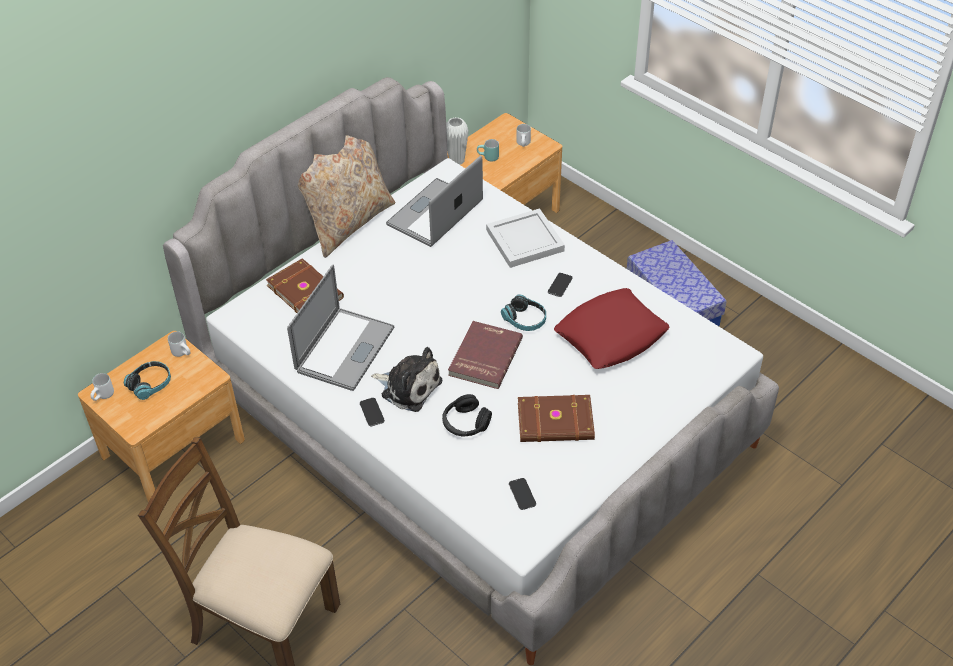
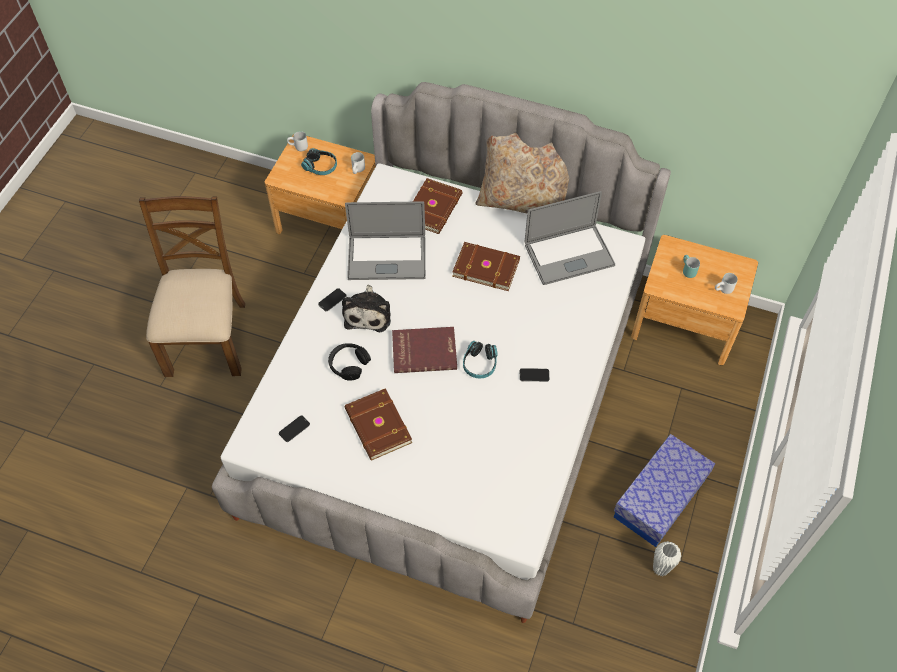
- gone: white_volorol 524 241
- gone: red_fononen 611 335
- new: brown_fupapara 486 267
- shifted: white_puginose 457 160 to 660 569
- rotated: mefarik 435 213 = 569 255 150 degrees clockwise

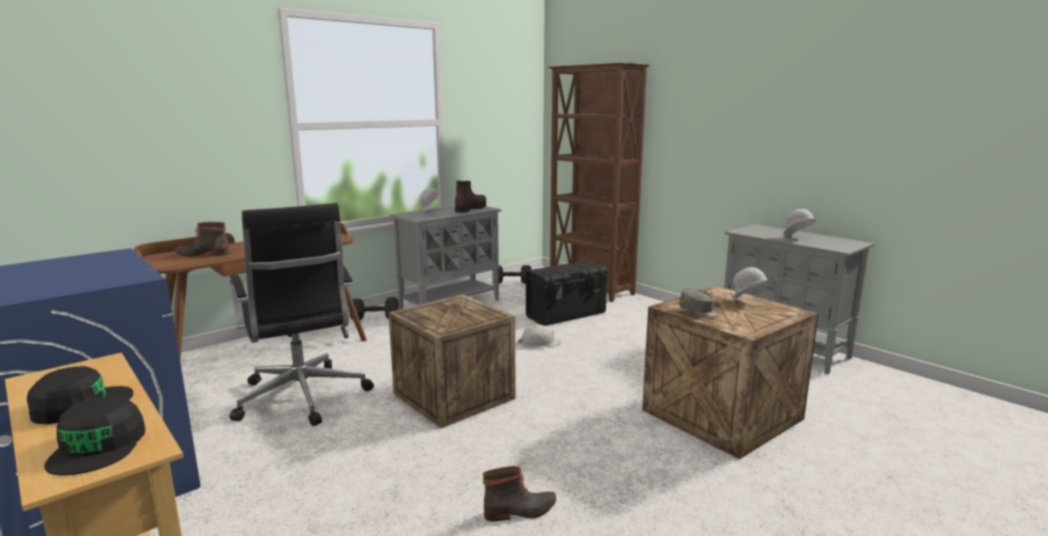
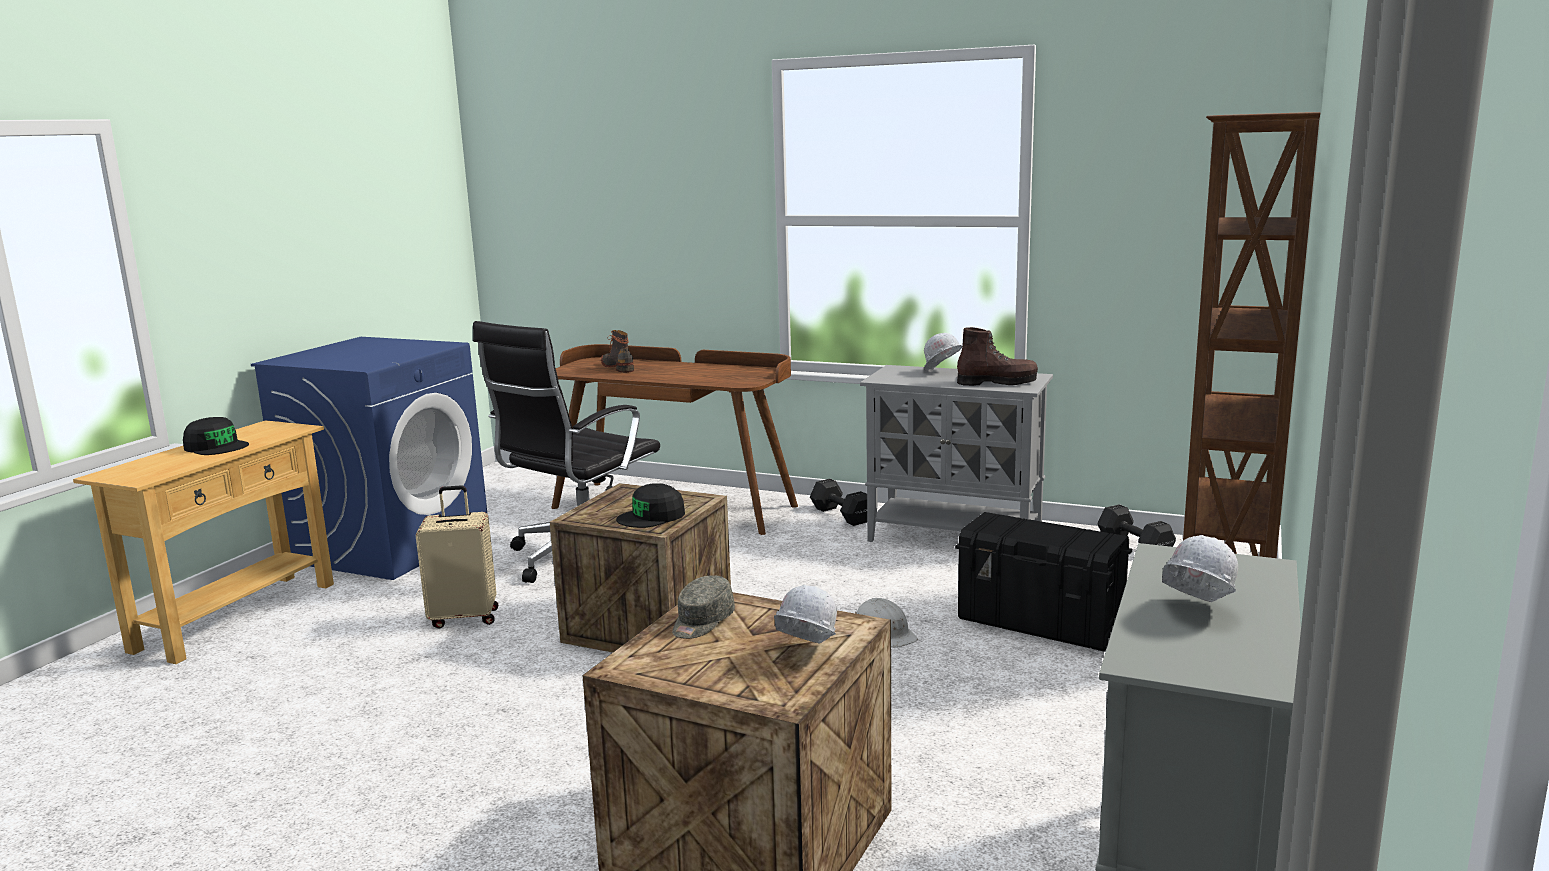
- gone: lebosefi 520 511
- new: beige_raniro 464 617
- shifted: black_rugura 99 446 to 652 516

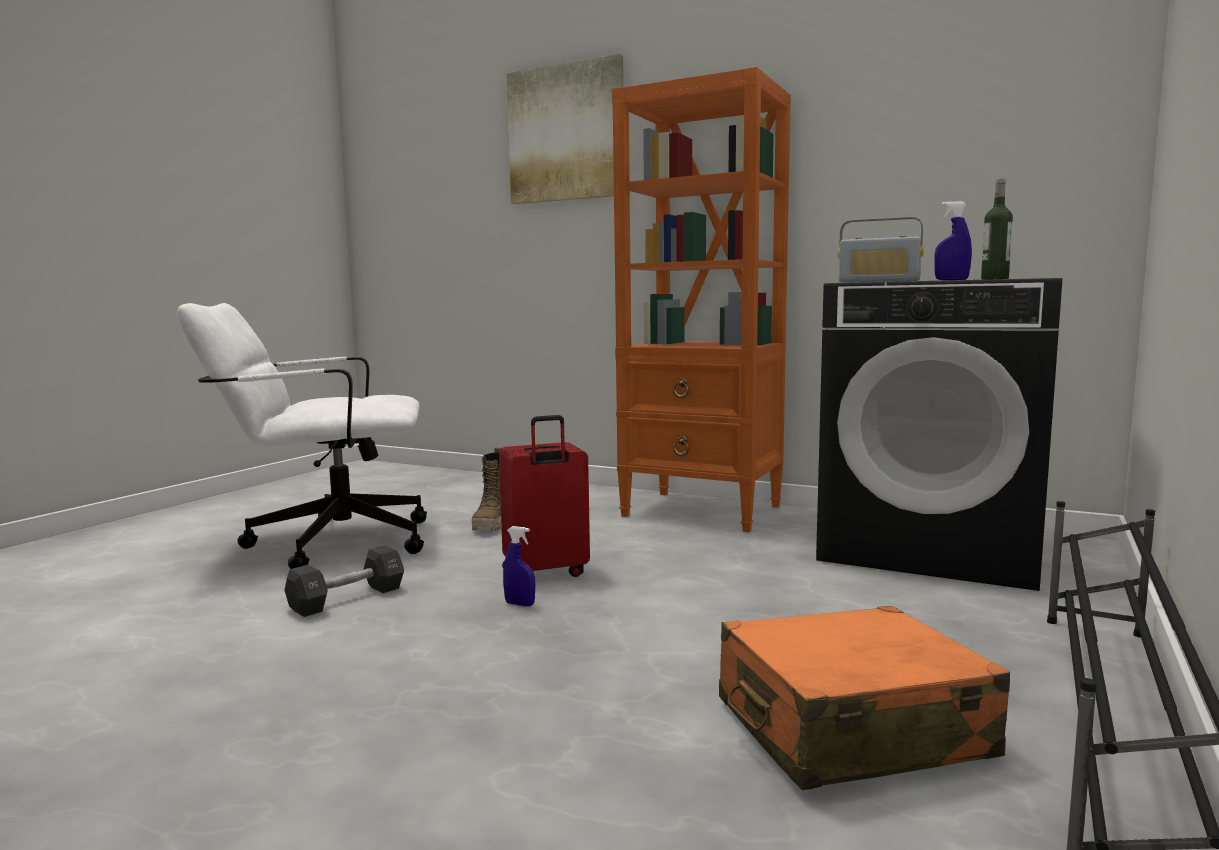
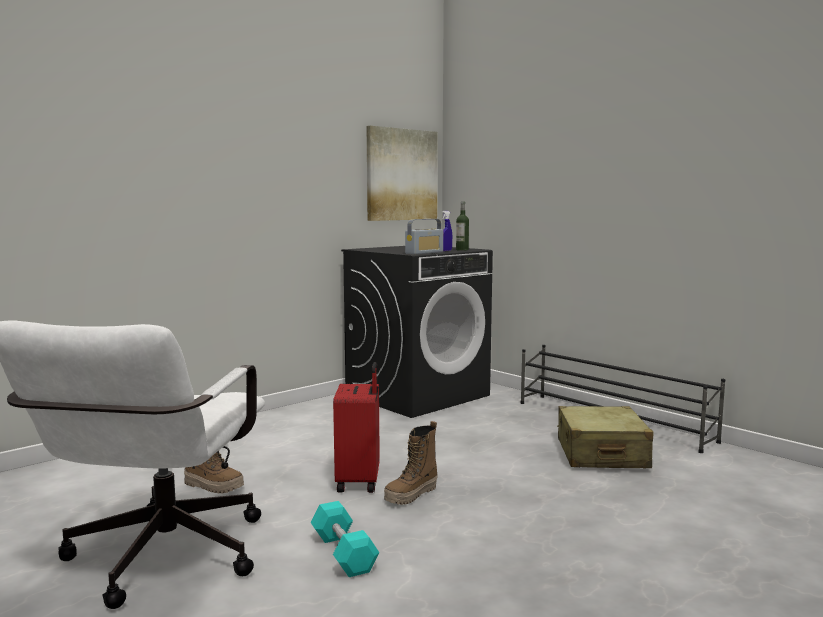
- gone: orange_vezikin 703 511
- shifted: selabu 566 133 to 401 175
- swapped: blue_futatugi 519 604 to lebosefi 411 495
- repainted: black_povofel 347 599 to turquoise_povofel 343 553
- repainted: orange_raniro 850 729 to beige_raniro 601 454

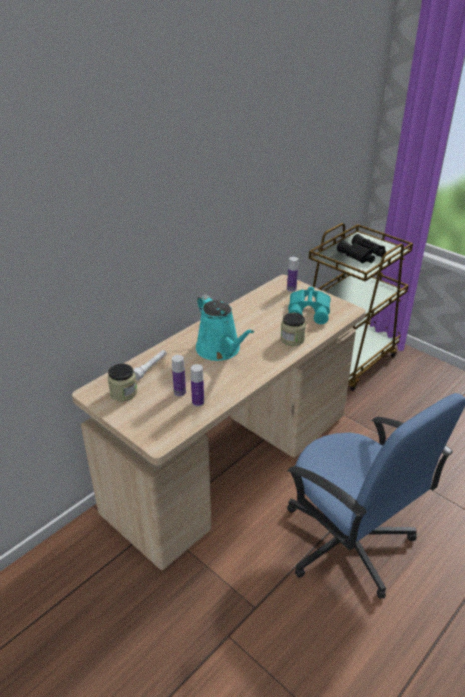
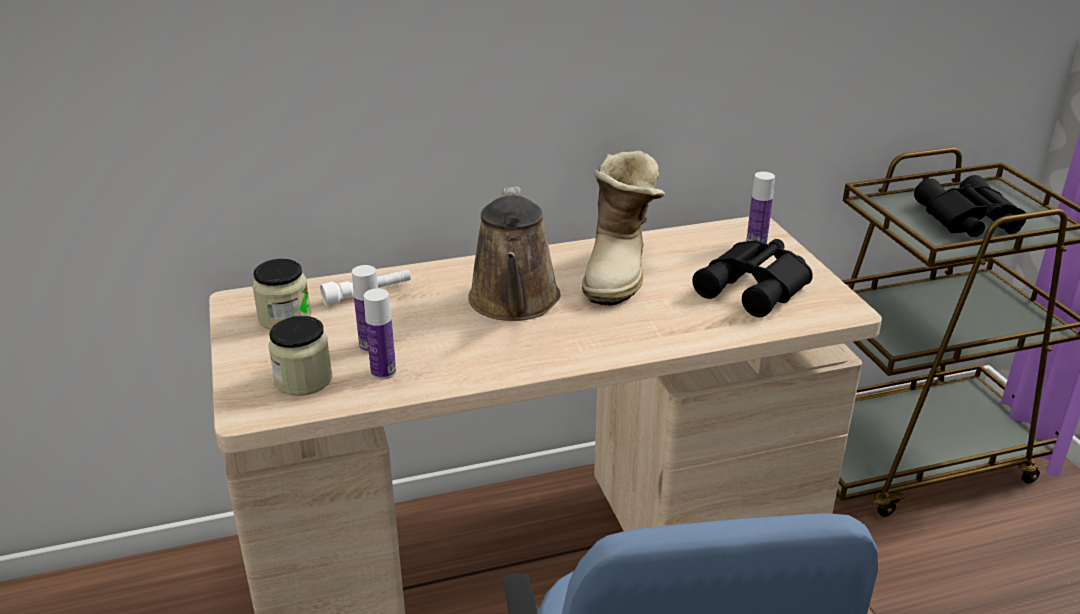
- new: lebosefi 620 272
- shifted: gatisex 292 339 to 303 380
- repainted: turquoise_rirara 220 350 to brown_rirara 514 303
- repainted: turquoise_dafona 310 310 to black_dafona 756 287

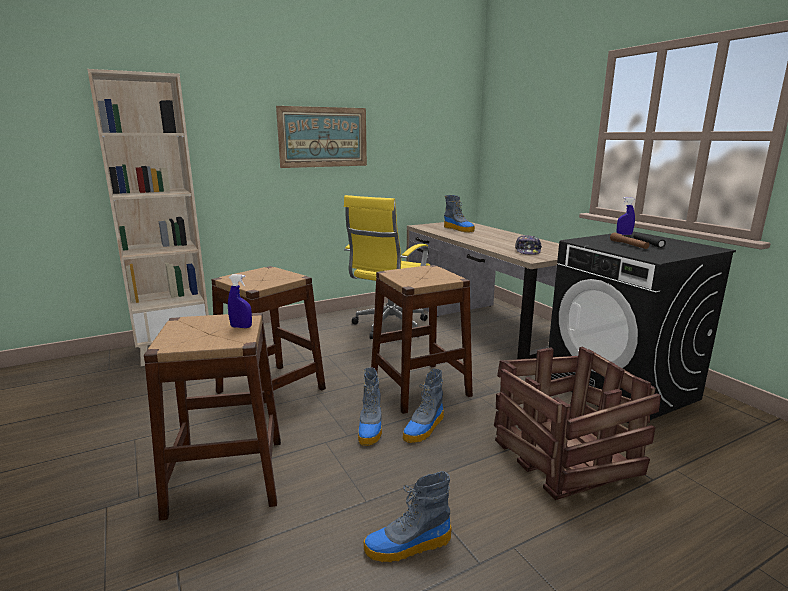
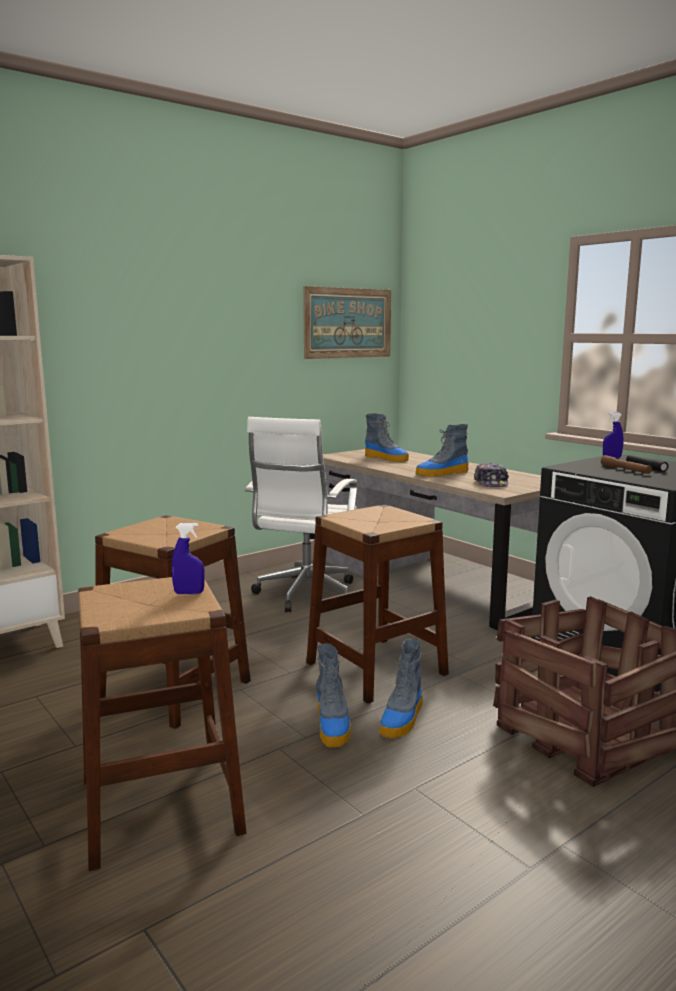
- shifted: selabu 323 137 to 348 323
- shifted: lebosefi 407 546 to 442 473
- repainted: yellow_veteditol 388 327 to white_veteditol 304 595

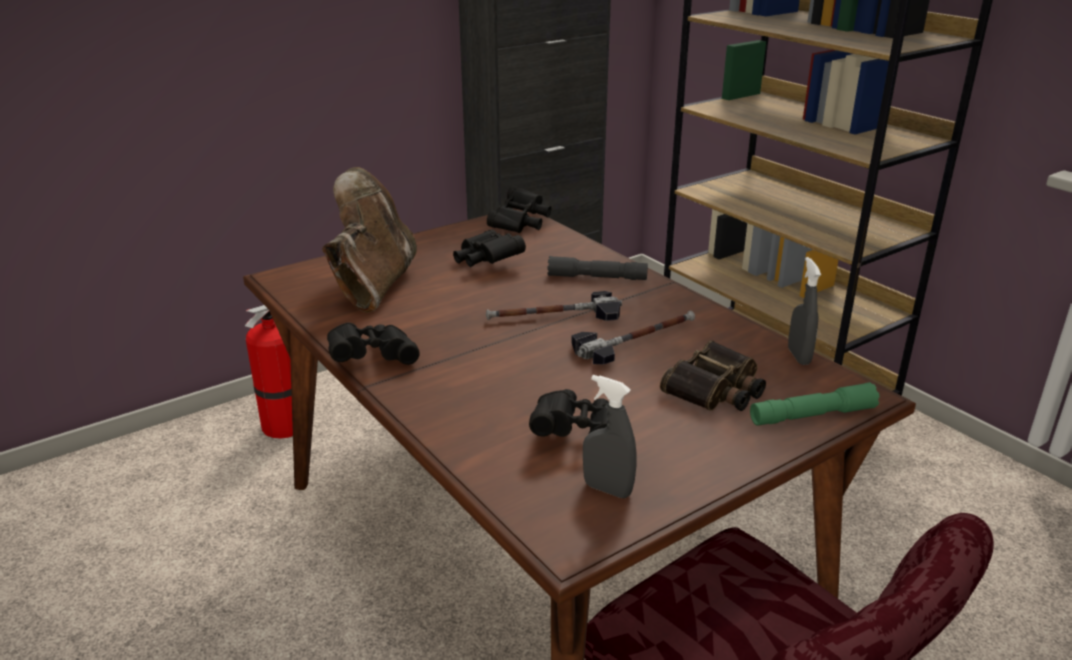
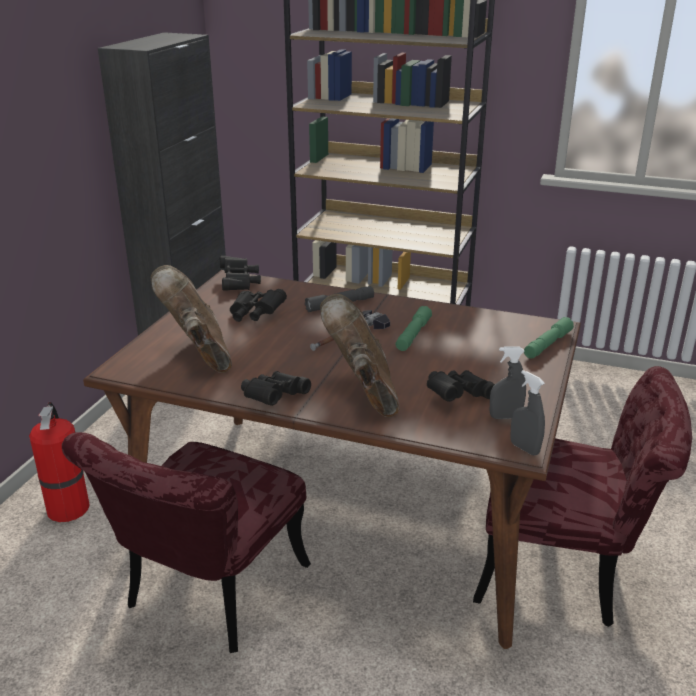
- gone: dafona 716 389
- new: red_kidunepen 207 598
- new: brown_lebosefi 363 392
- shifted: grey_futatugi 798 356 to 524 448
- swapped: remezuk 636 340 to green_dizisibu 413 335

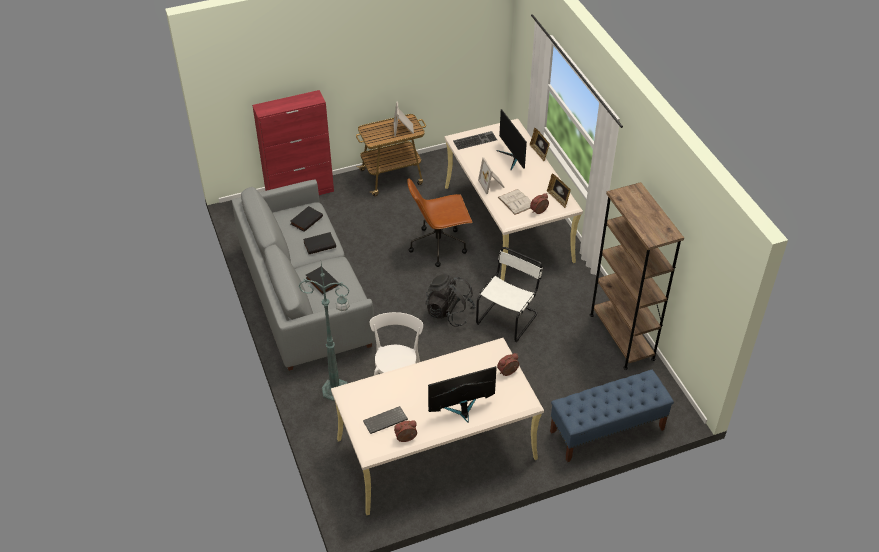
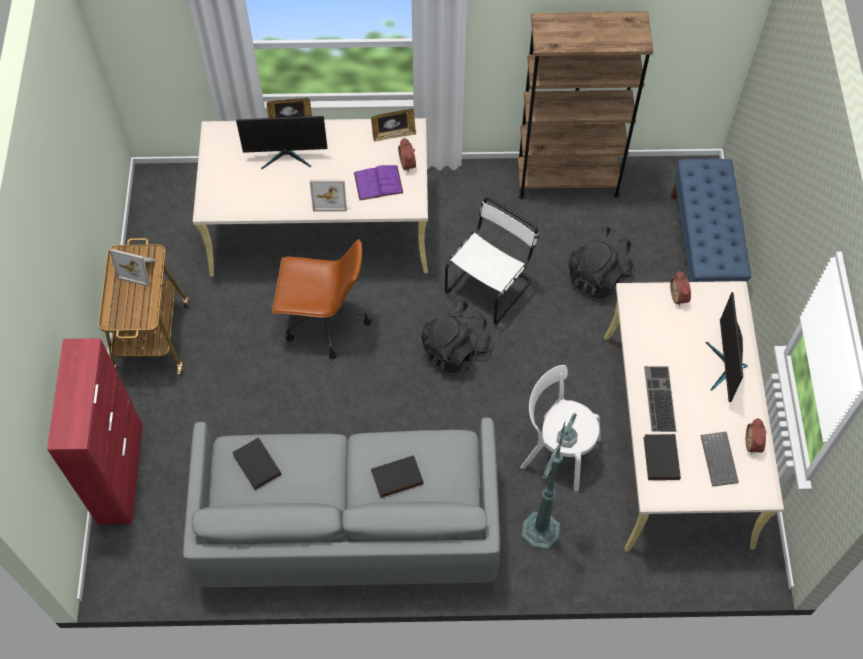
- new: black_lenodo 598 276
- shifted: black_fupapara 319 244 to 660 458
- shifted: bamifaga 475 140 to 658 398
- repainted: white_fupapara 516 202 to purple_fupapara 378 183
- rotated: brown_veteditol 439 245 = 324 321 90 degrees counterclockwise
- rotated: white_kidunepen 508 317 = 490 286 75 degrees clockwise

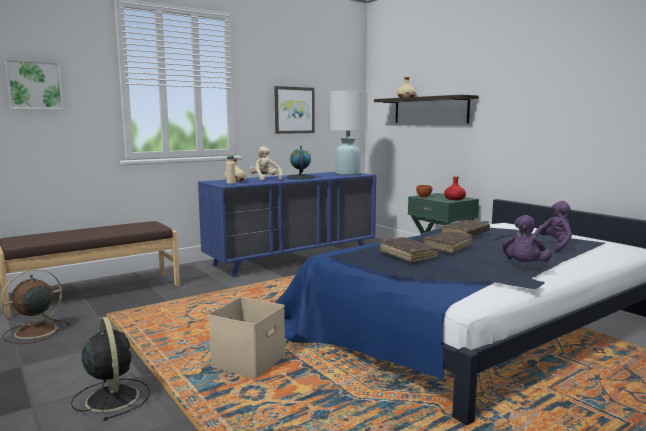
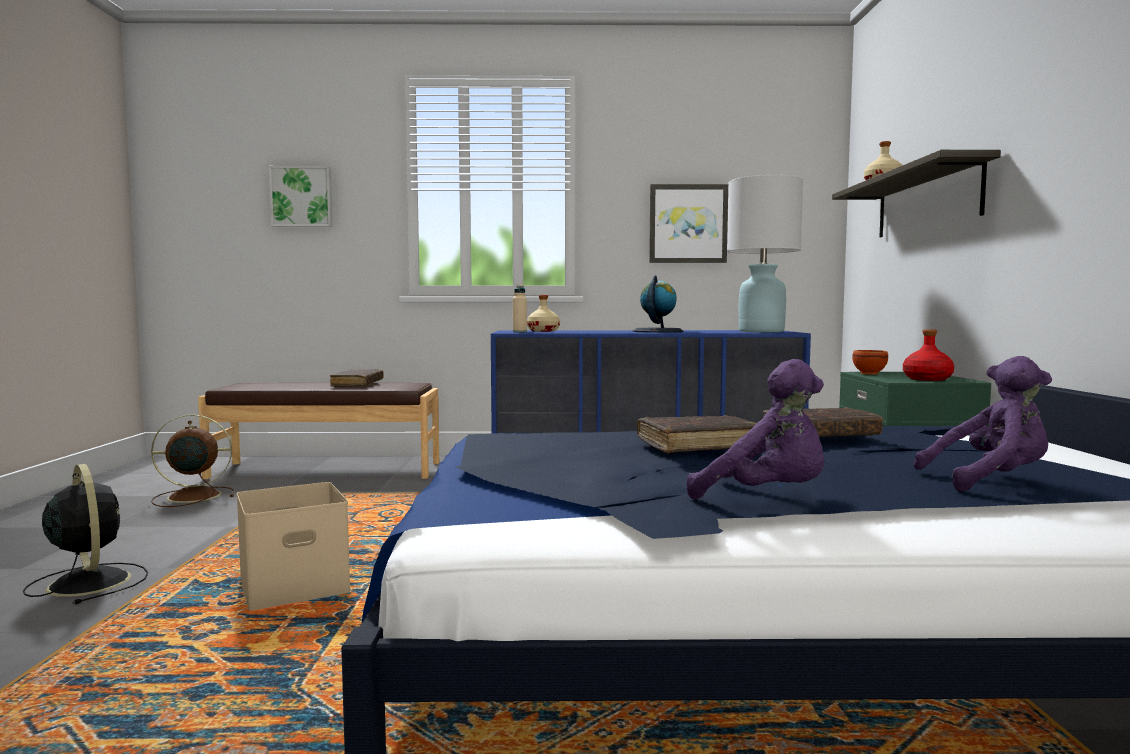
- gone: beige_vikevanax 265 179
- shifted: brown_fupapara 407 255 to 357 384
- rotated: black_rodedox 112 397 = 89 582 45 degrees counterclockwise
- rotated: purple_vikevanax 524 266 = 766 498 120 degrees counterclockwise

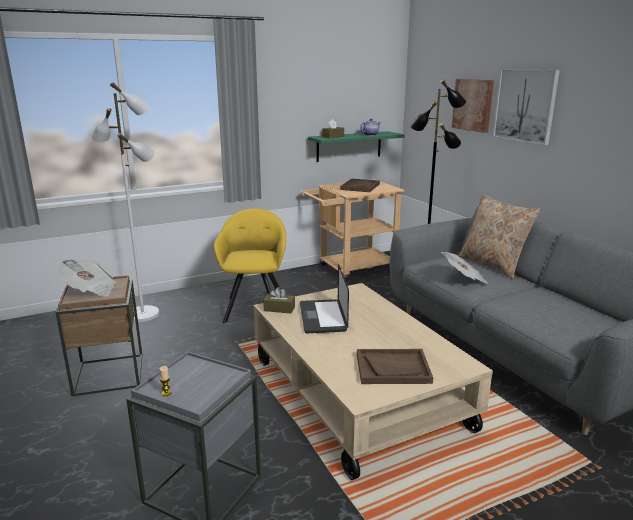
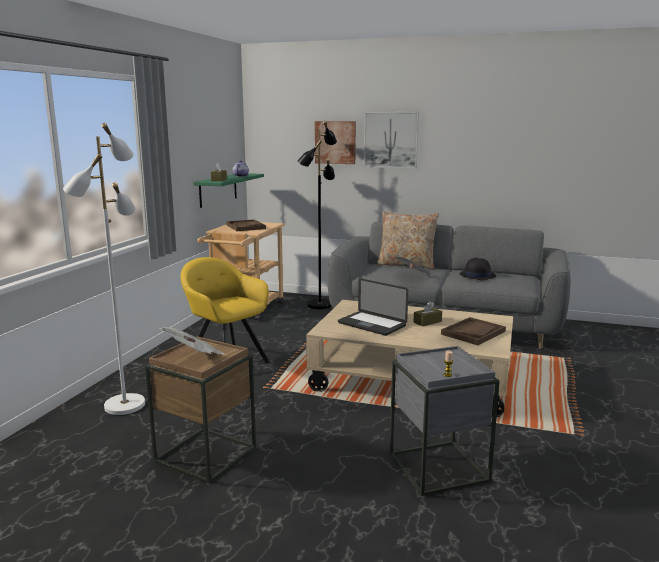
- new: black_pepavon 477 275
- shifted: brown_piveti 279 309 to 427 322

